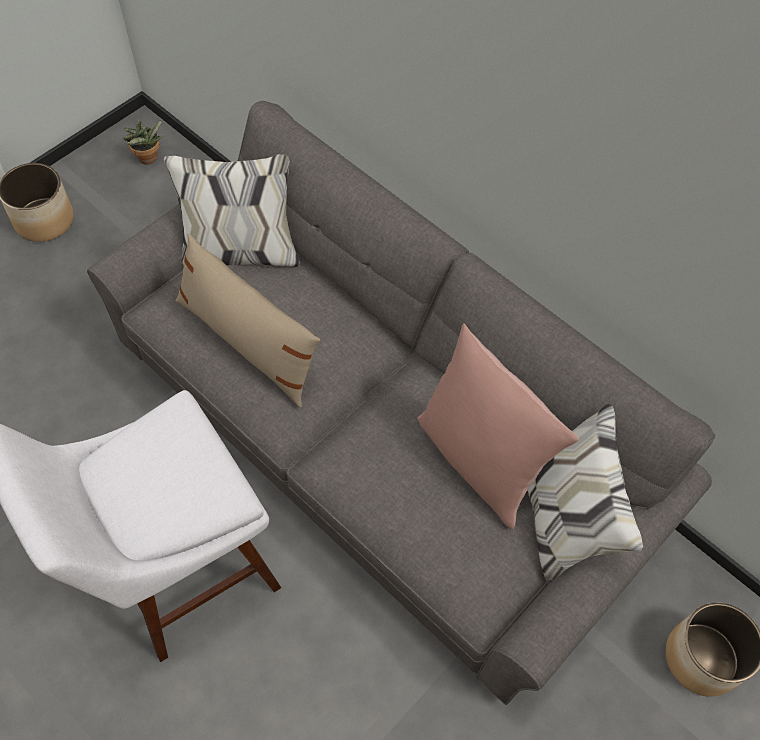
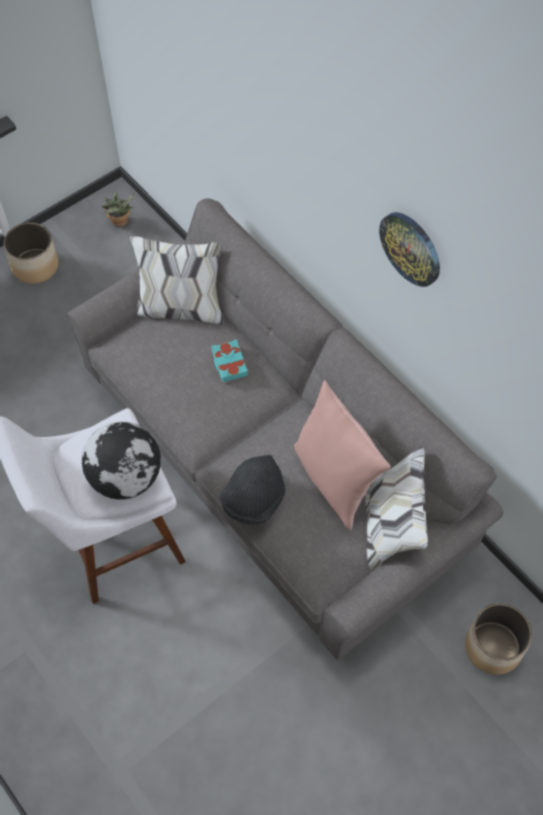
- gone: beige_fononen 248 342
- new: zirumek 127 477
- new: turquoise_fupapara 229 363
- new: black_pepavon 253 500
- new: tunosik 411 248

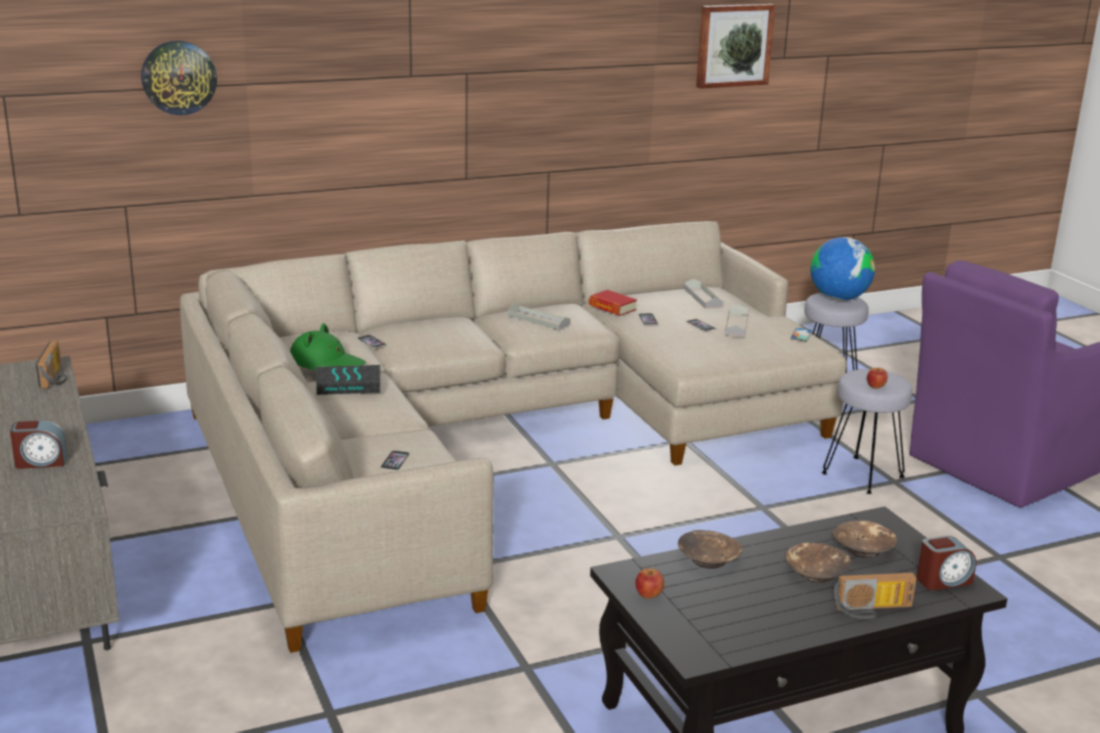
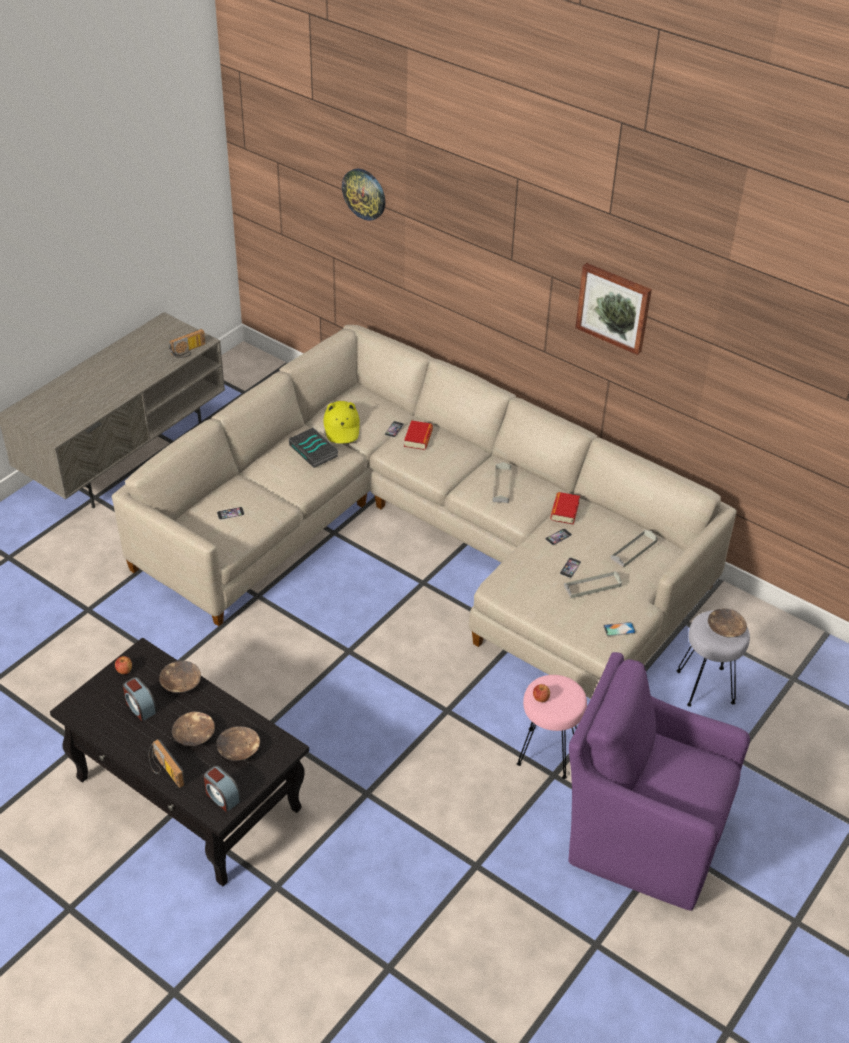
- new: fupapara 418 438
- shifted: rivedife 41 462 to 140 707
- shifted: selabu 733 45 to 614 307
- swapped: zirumek 838 298 to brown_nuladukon 725 629
- repainted: green_pepavon 327 363 to yellow_pepavon 342 427
- repainted: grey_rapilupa 863 475 to pink_rapilupa 548 753

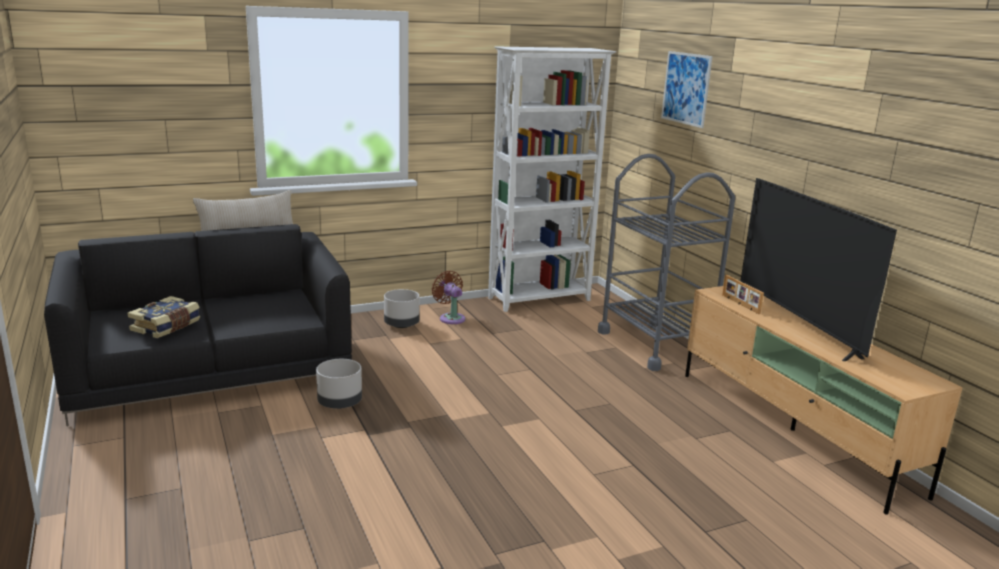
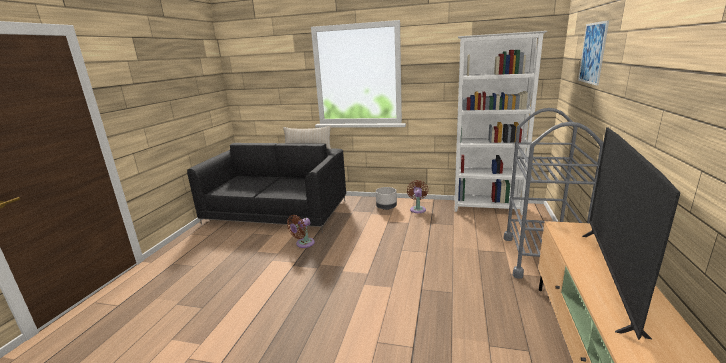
- gone: fupapara 167 327
- gone: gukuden 740 304
- swapped: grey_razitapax 340 403 to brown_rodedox 303 244

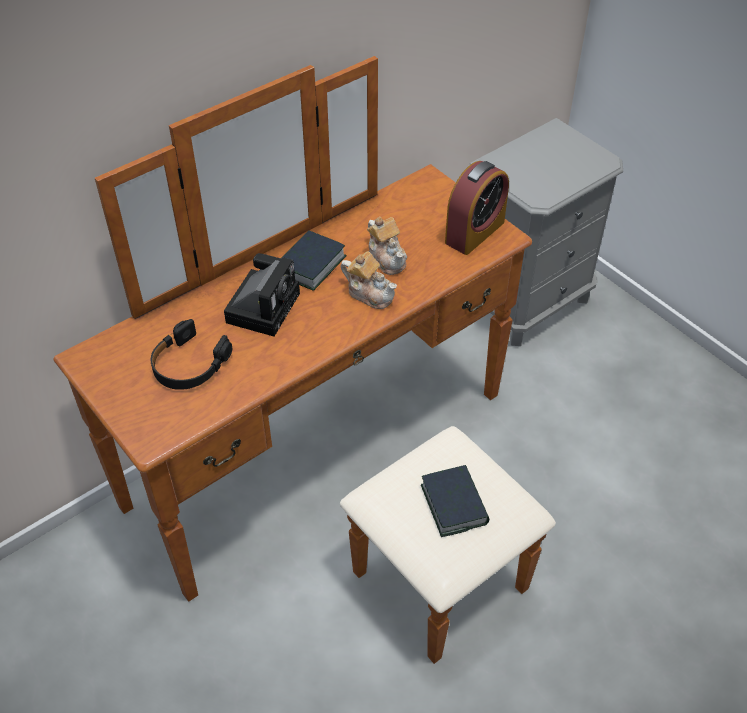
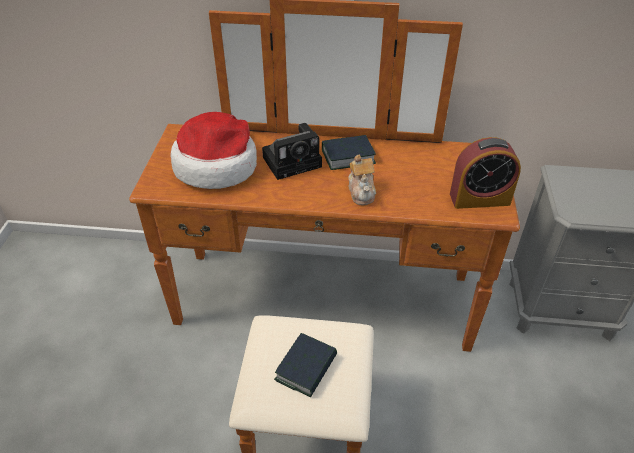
- gone: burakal 387 258
- swapped: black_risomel 189 364 to pepavon 217 165

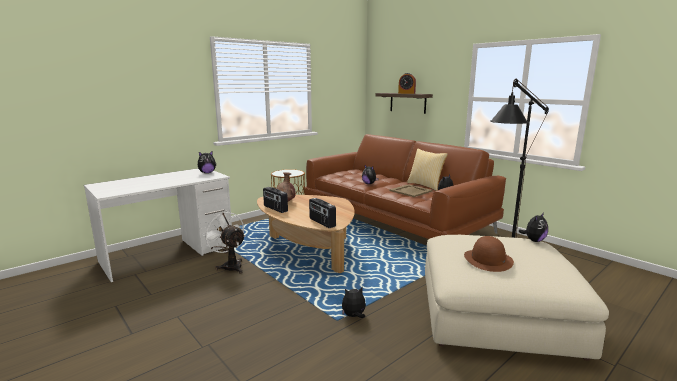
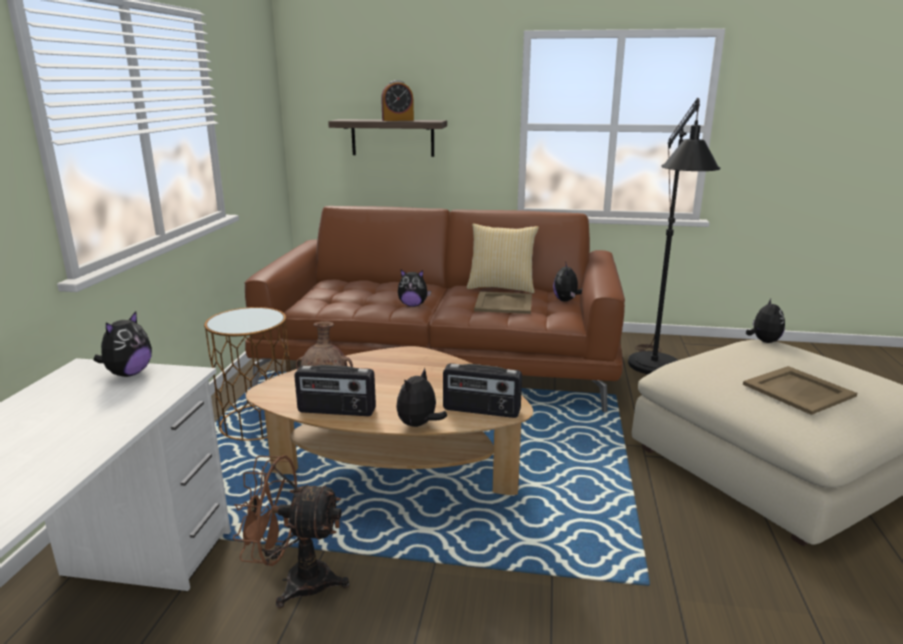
- shifted: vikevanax 354 316 to 419 425
- swapped: brown_pepavon 488 260 to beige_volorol 799 390
- repainted: white_rodedox 230 266 to brown_rodedox 296 581

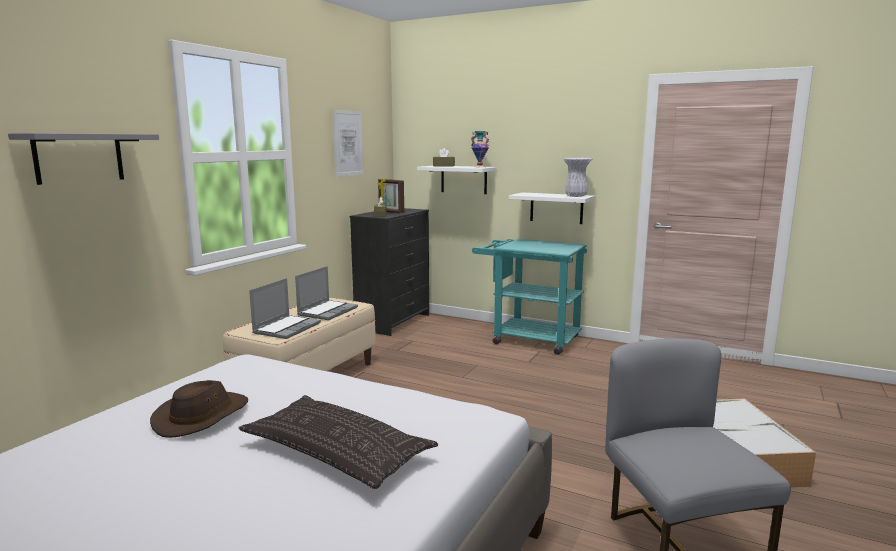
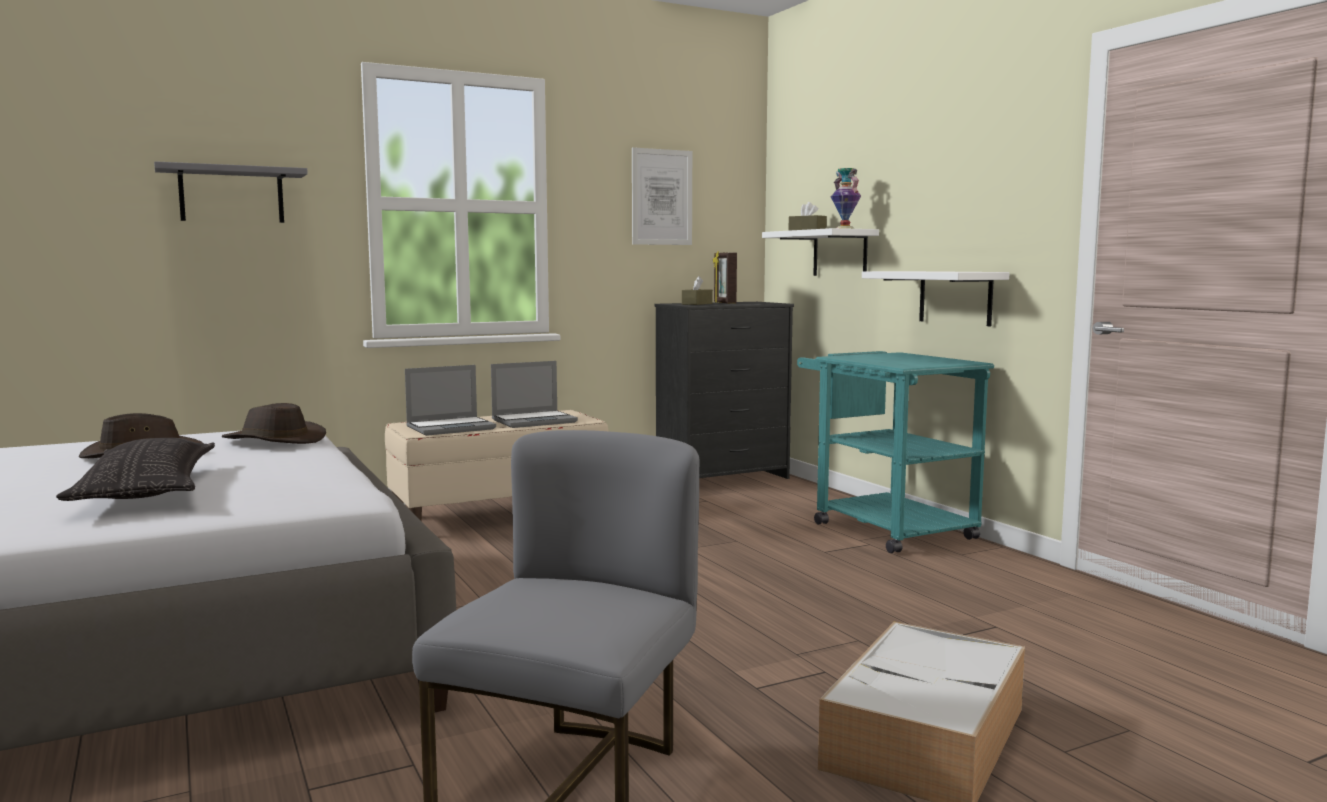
- gone: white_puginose 576 196
- new: brown_pepavon 273 440

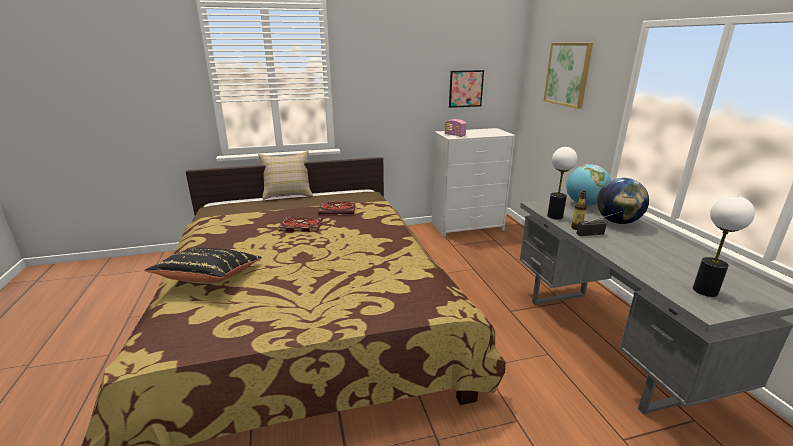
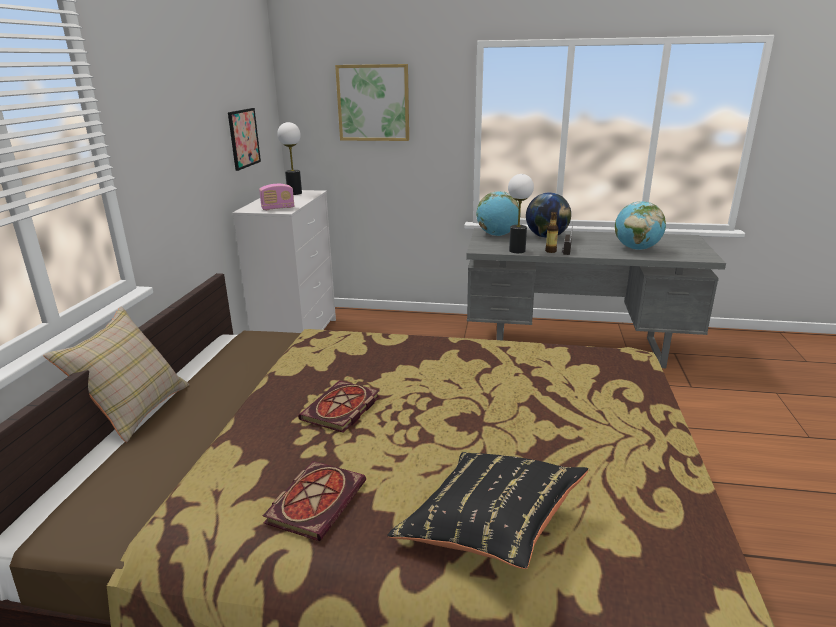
- new: zirumek 636 249
- shifted: fupapara 338 209 to 316 500
- shifted: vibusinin 705 291 to 294 193

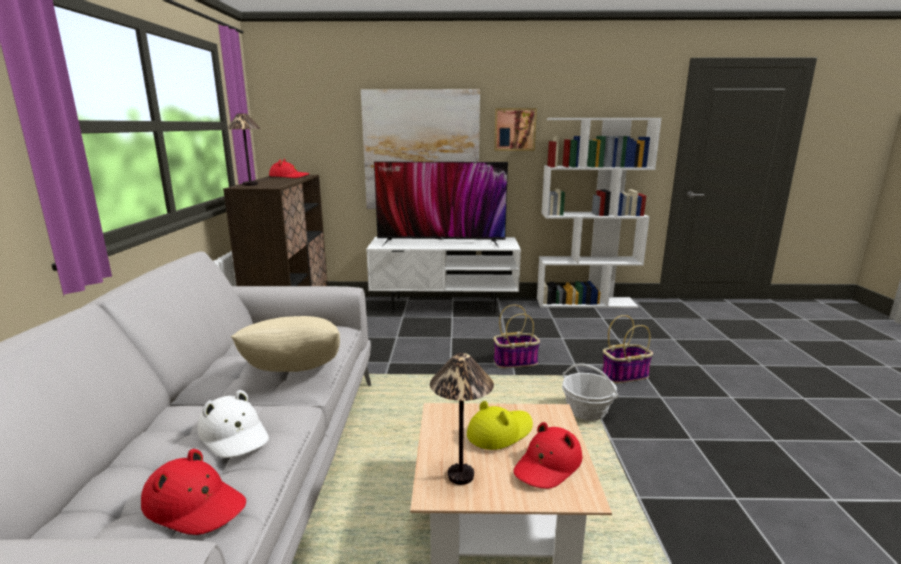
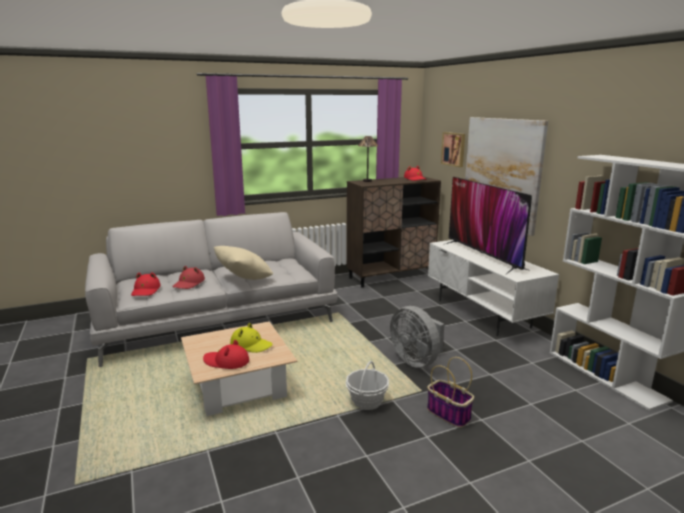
- gone: vibusinin 461 475
- shifted: selabu 514 129 to 454 149
- swapped: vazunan 515 361 to grey_rodedox 416 361
- repainted: white_pepavon 235 435 to red_pepavon 189 283

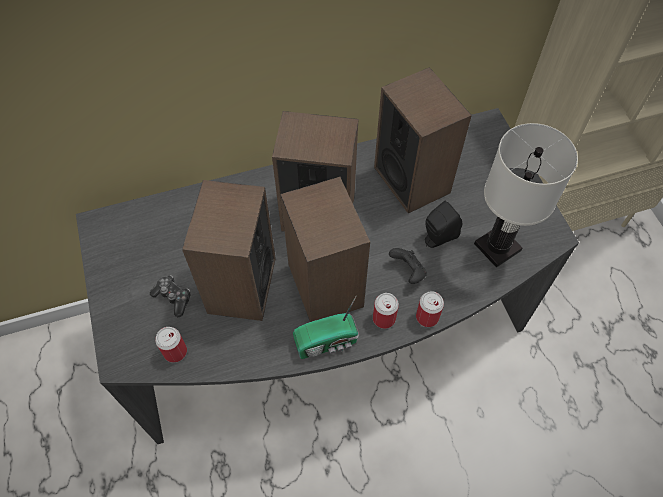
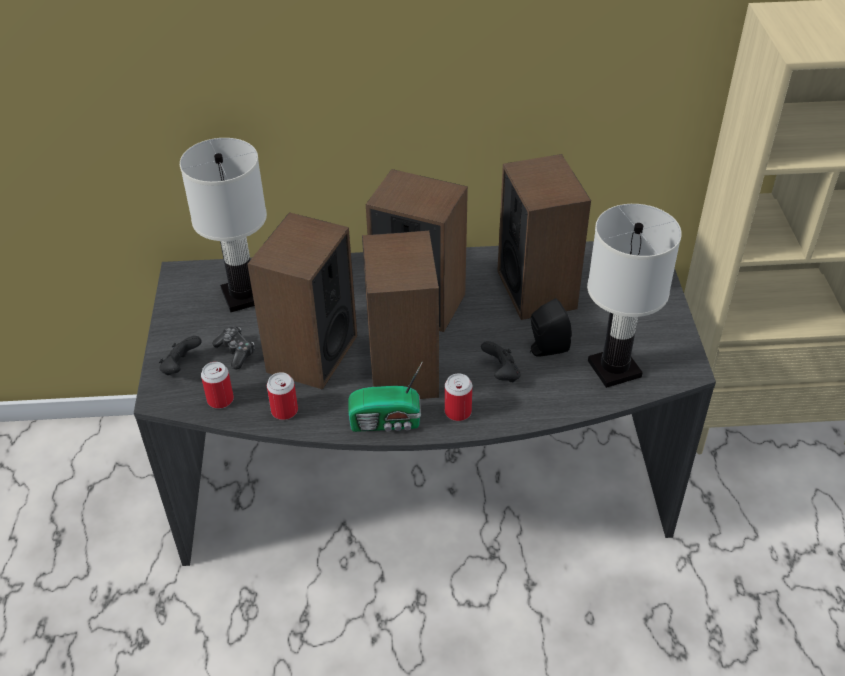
- new: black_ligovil 181 367
- new: white_vibusinin 242 296
- shifted: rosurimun 427 317 to 284 411

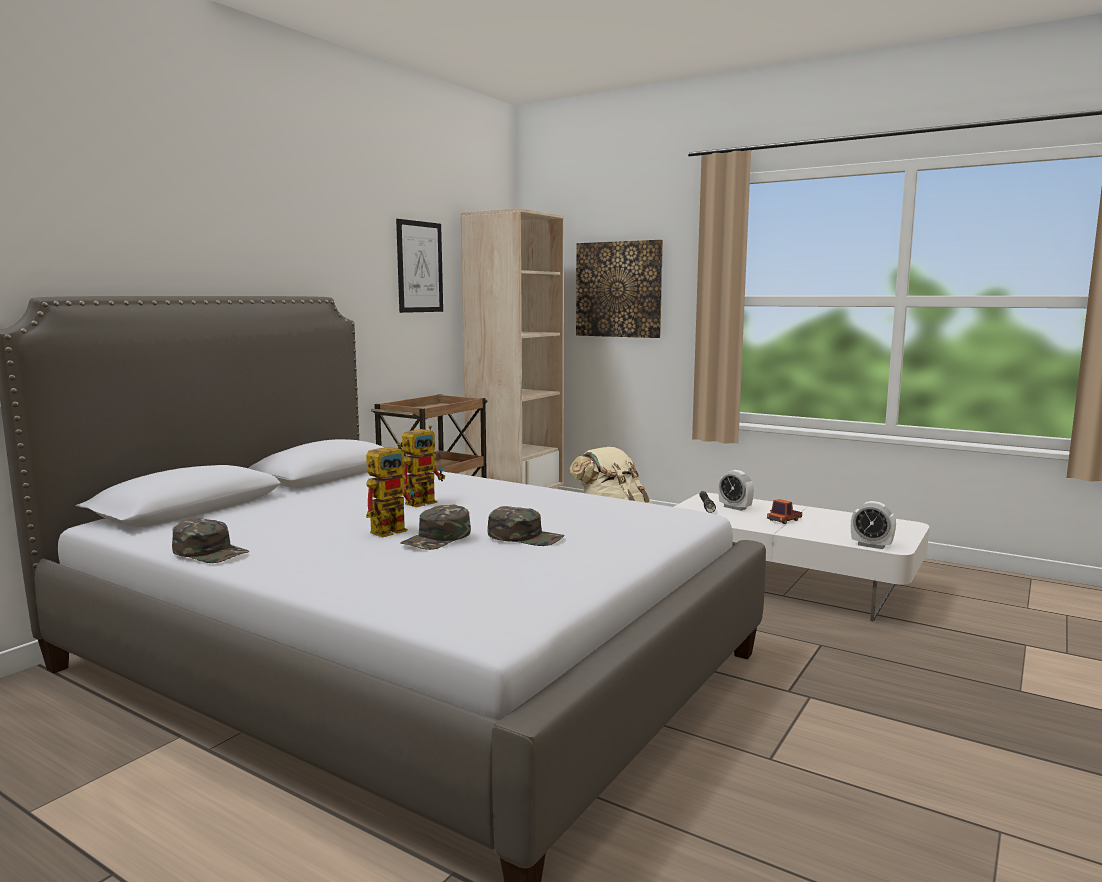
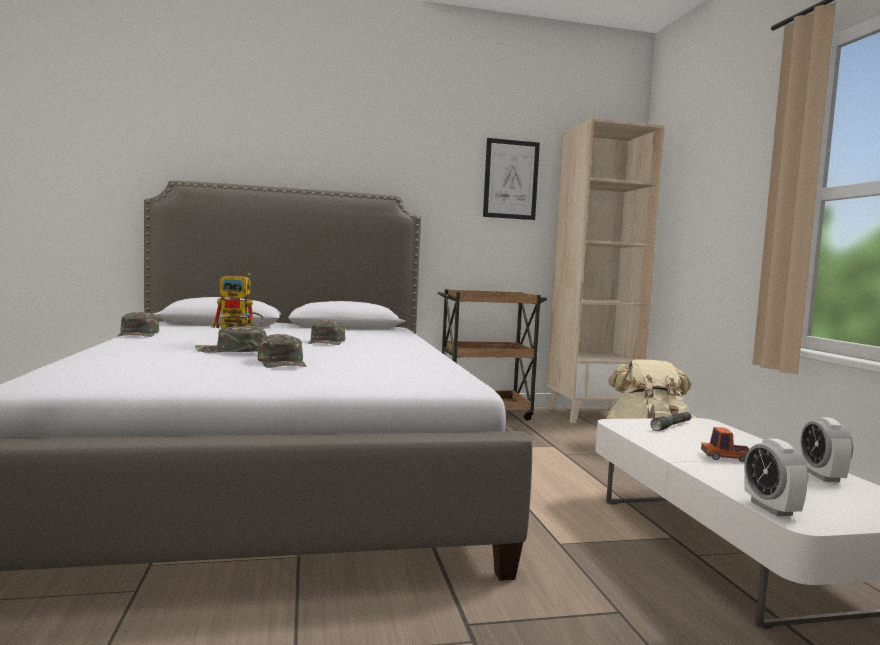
- gone: selabu 619 289
- shifted: rivedife 735 507 to 822 476
- swapped: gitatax 424 501 to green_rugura 327 342

